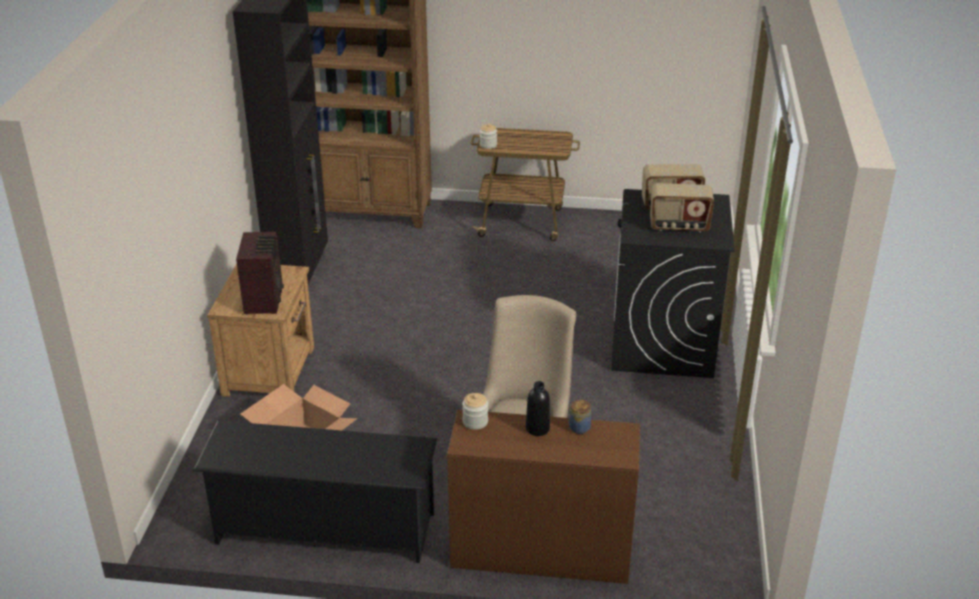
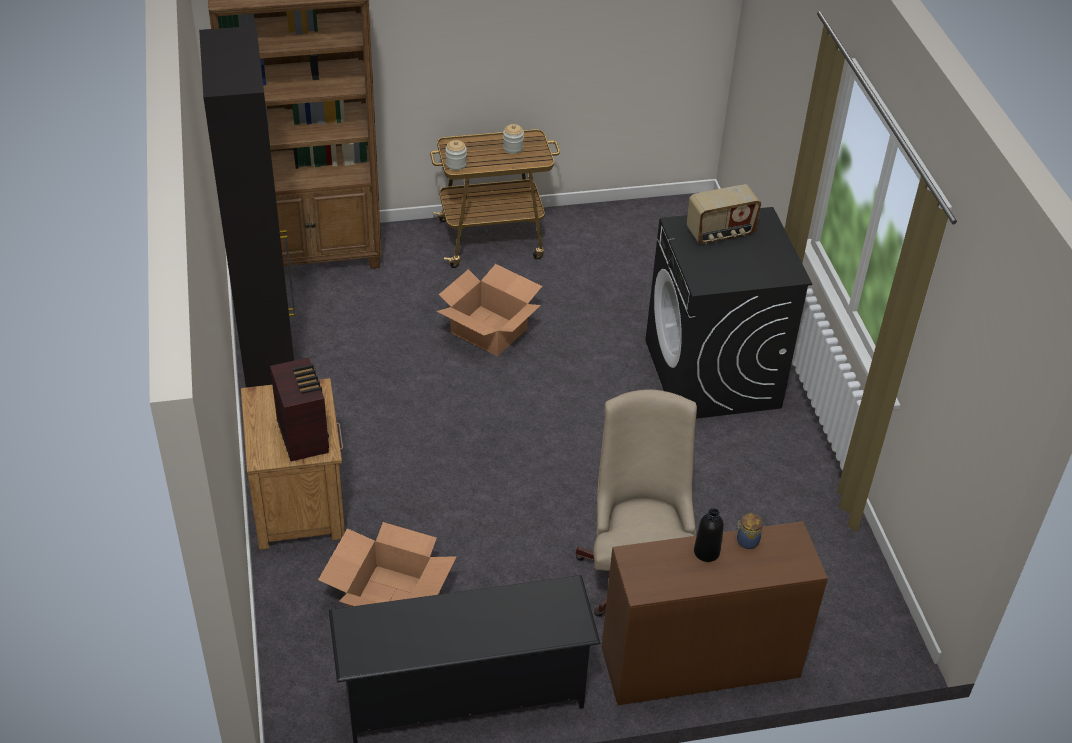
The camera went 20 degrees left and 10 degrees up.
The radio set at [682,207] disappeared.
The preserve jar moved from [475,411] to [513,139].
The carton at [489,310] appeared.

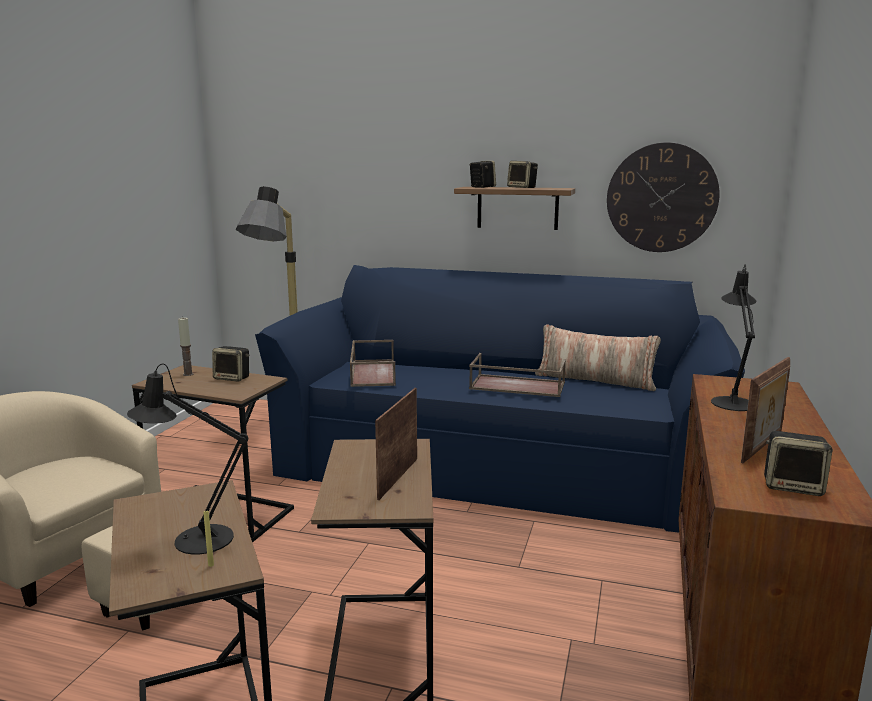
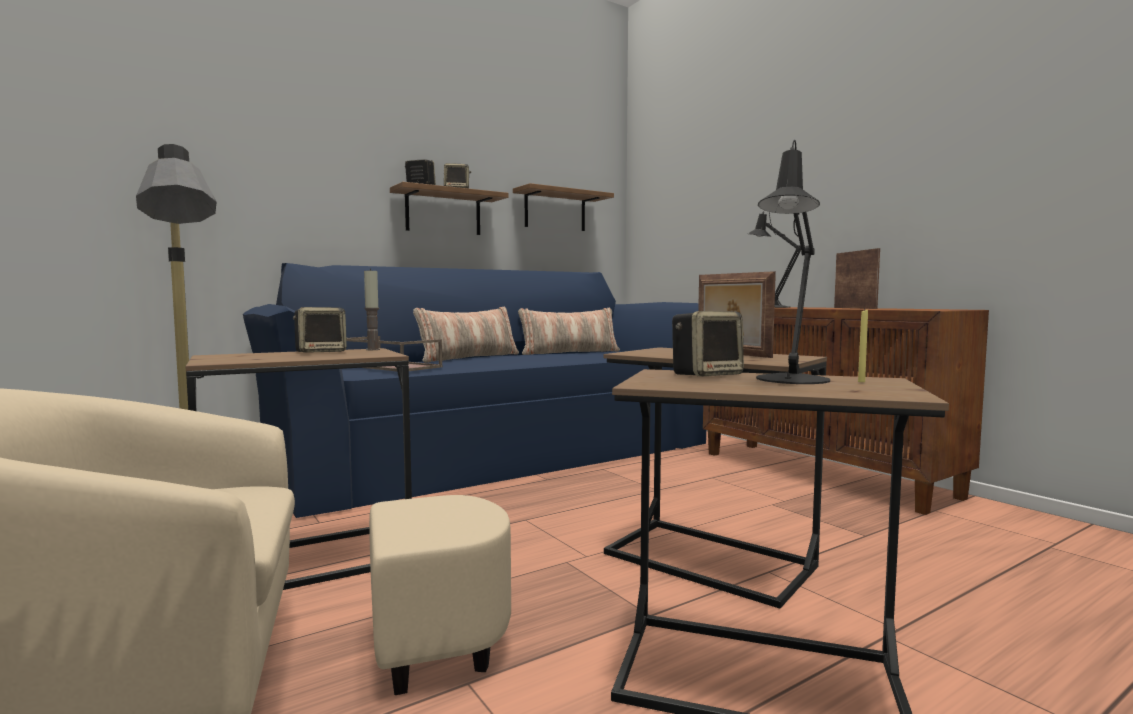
The camera went 50 degrees left and 10 degrees down.
The hanging clock at [663,197] was replaced by the bracket shelf at [563,207].
The wax candle moved from [186,347] to [372,309].
The brown-coloured serving tray at [517,375] disappeared.
The loudspeaker moved from [798,463] to [708,343].
The cushion at [466,335] appeared.

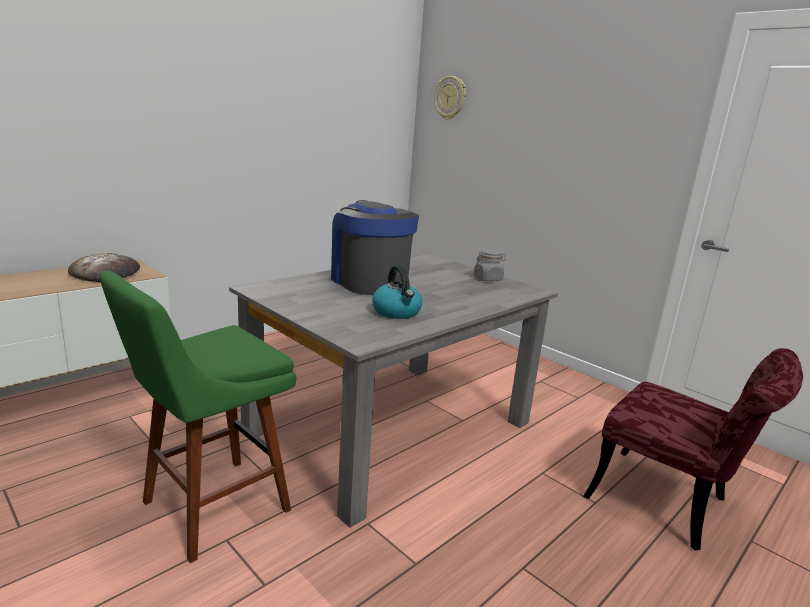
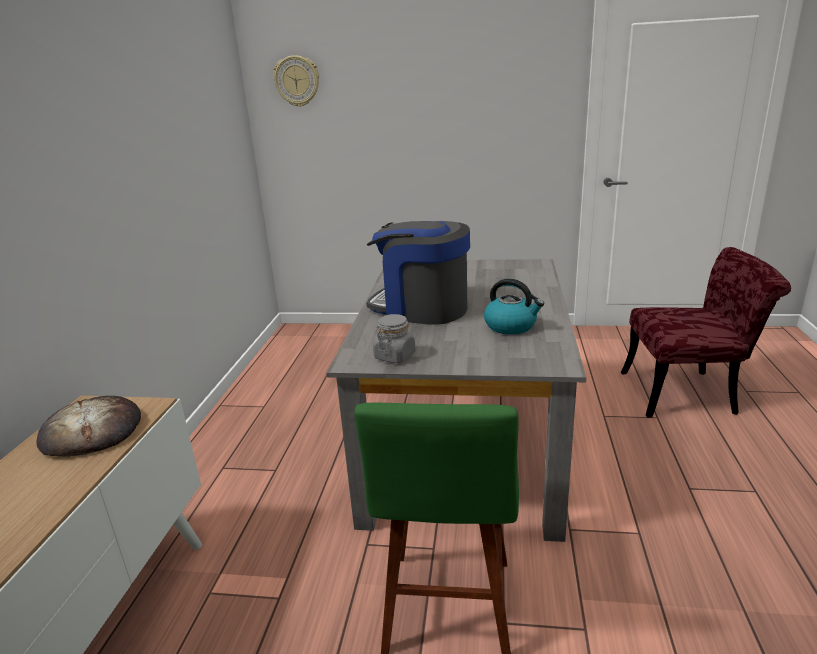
The camera went 35 degrees left and 5 degrees up.
The gray preserve jar moved from [490,265] to [394,338].

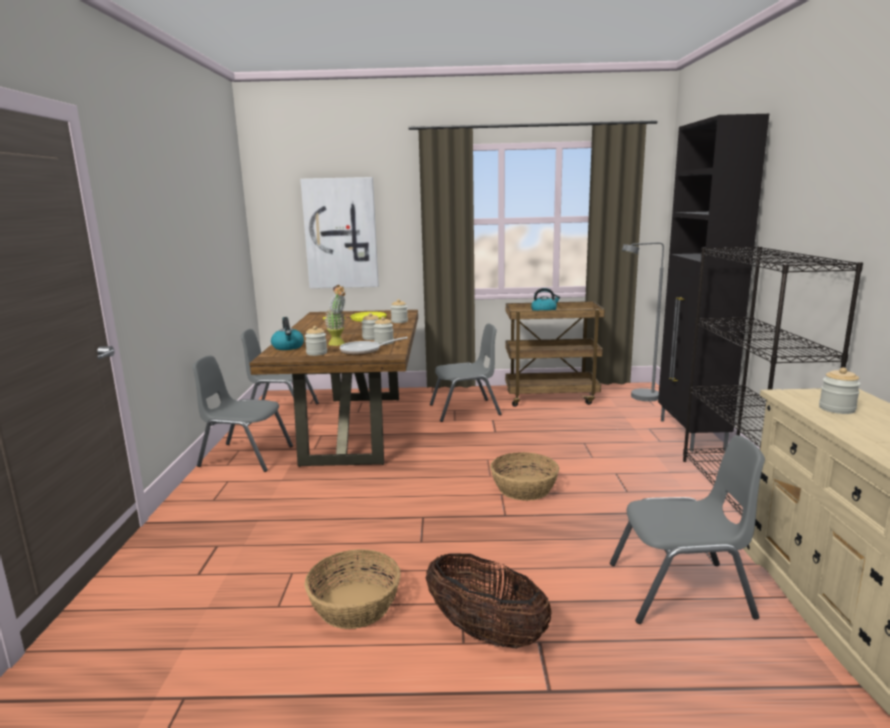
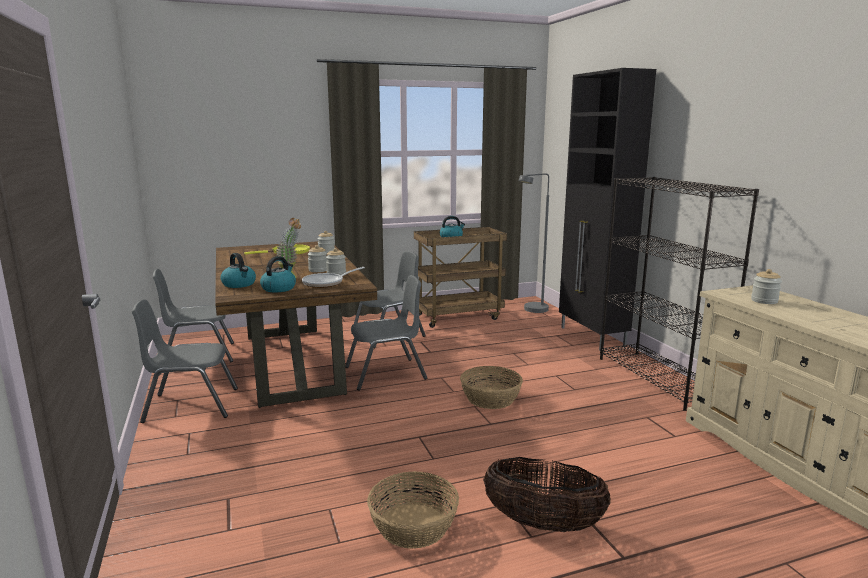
The camera went 20 degrees left and 0 degrees up.
The wall art at [339,232] disappeared.
The preserve jar at [316,341] was replaced by the kettle at [278,274].
The gray plain chair moved from [687,529] to [386,332].

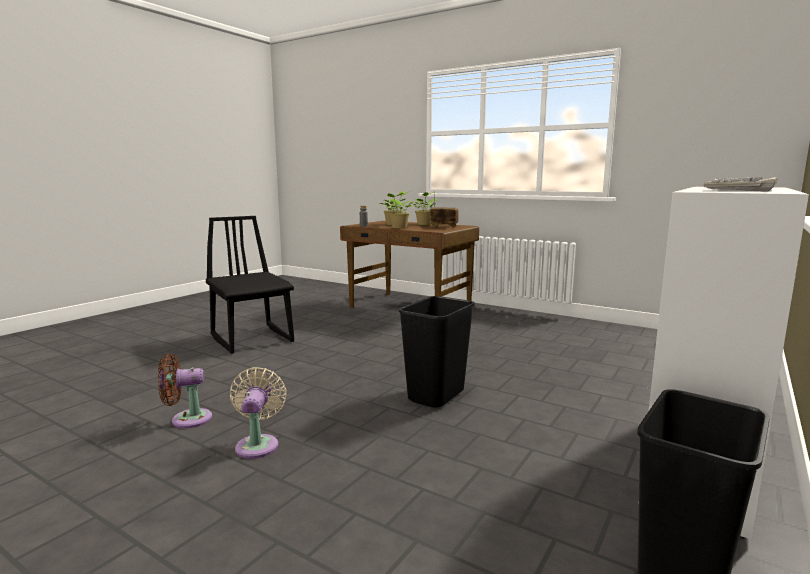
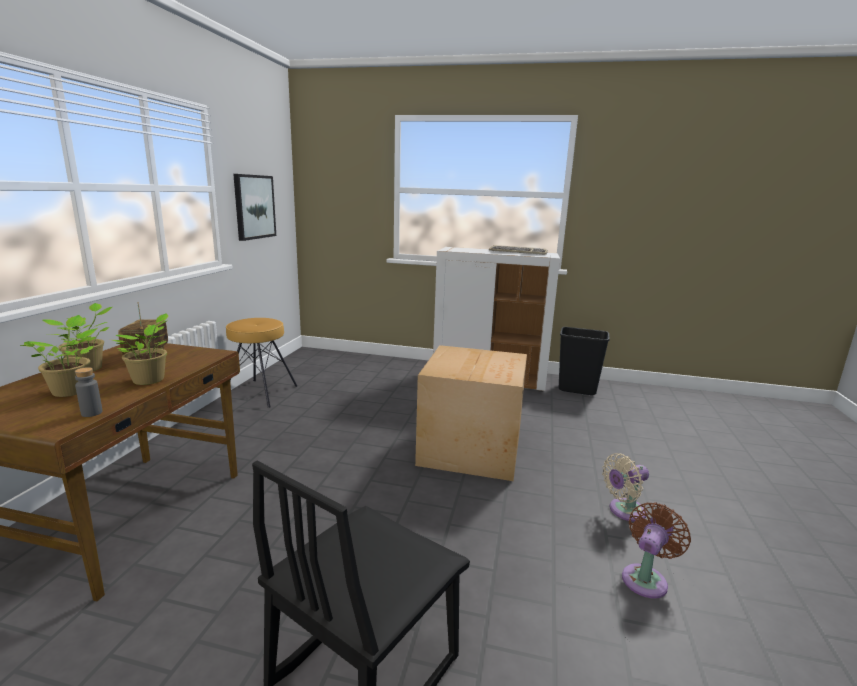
The camera went 110 degrees left and 5 degrees up.
The black-coloured rubbish bin at [436,352] was replaced by the carton at [471,413].
The brown-coloured electric fan at [185,391] turned 105 degrees counterclockwise.
The wall art at [254,207] appeared.
The brown-coloured stool seat at [261,363] appeared.

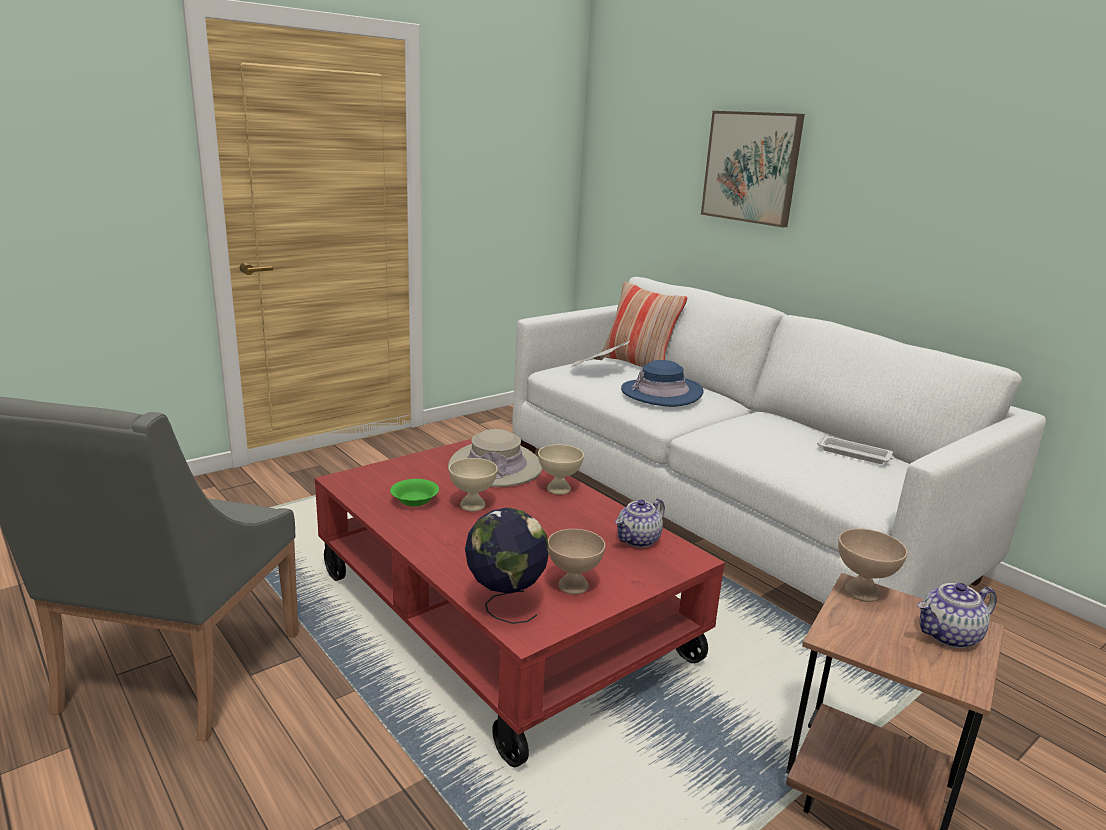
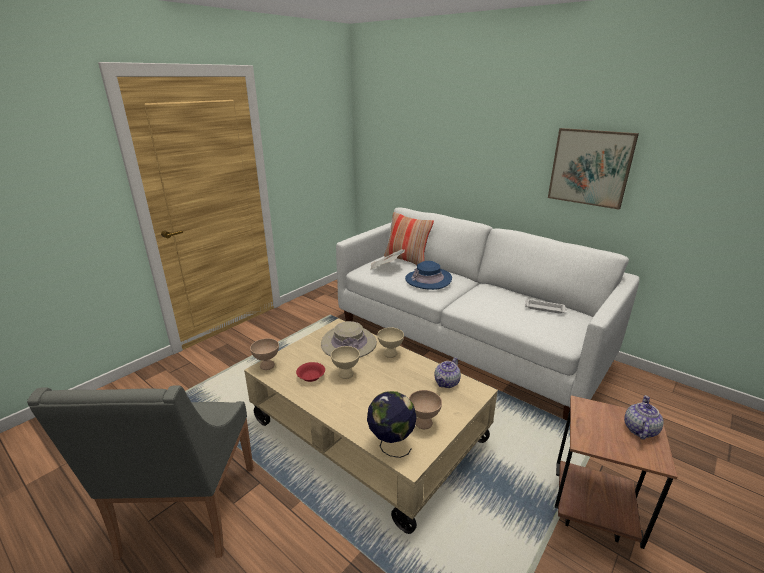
The camera went 10 degrees left and 5 degrees up.
The wall art moved from [753,169] to [593,168].
The red lounge table at [520,603] became the beige-coloured lounge table at [371,426].
The green-coloured serving bowl at [414,493] became the red serving bowl at [310,372].
The beige-coloured serving bowl moved from [873,565] to [264,354].
The tea pot at [957,615] turned 150 degrees clockwise.

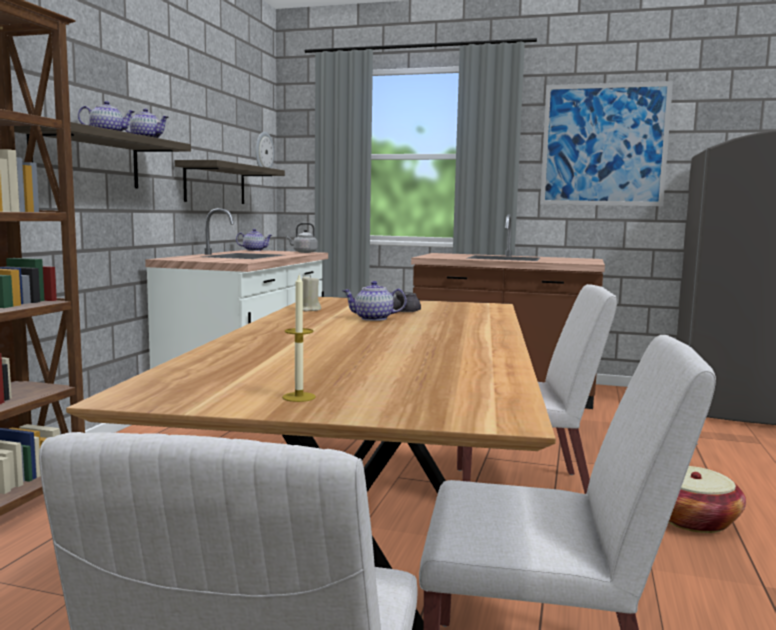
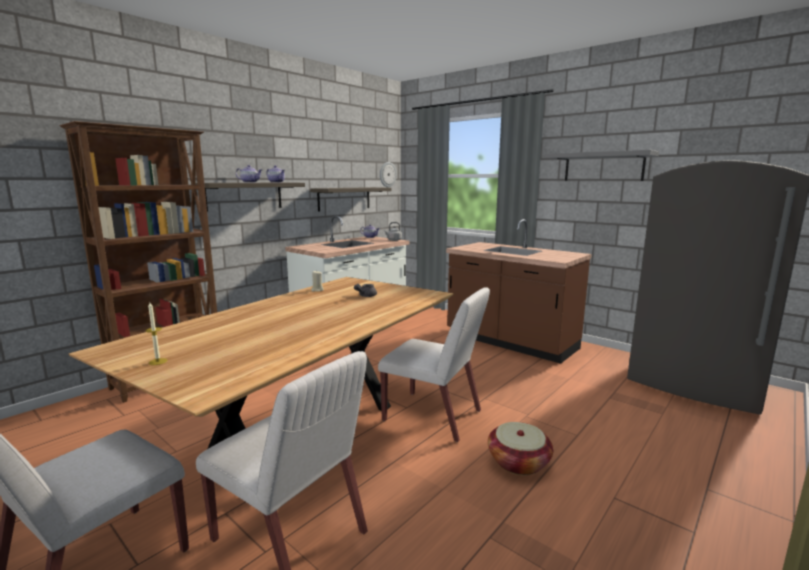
The camera went 25 degrees right and 5 degrees up.
The wall art at [606,143] was replaced by the gray bracket shelf at [602,165].
The tea pot at [374,301] disappeared.

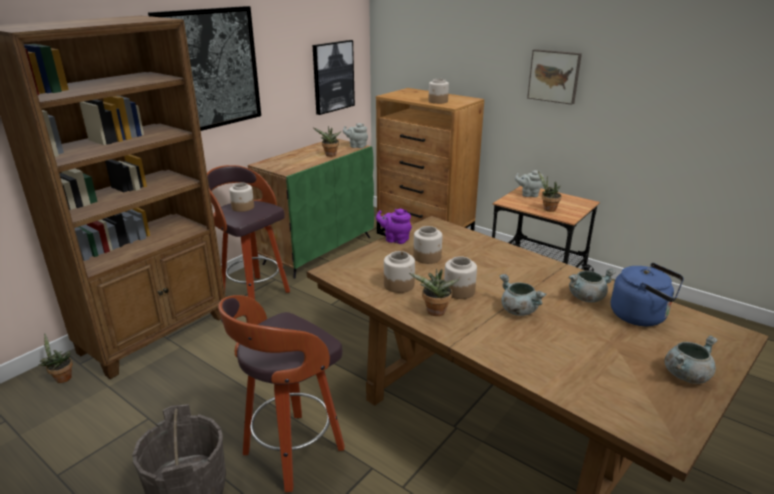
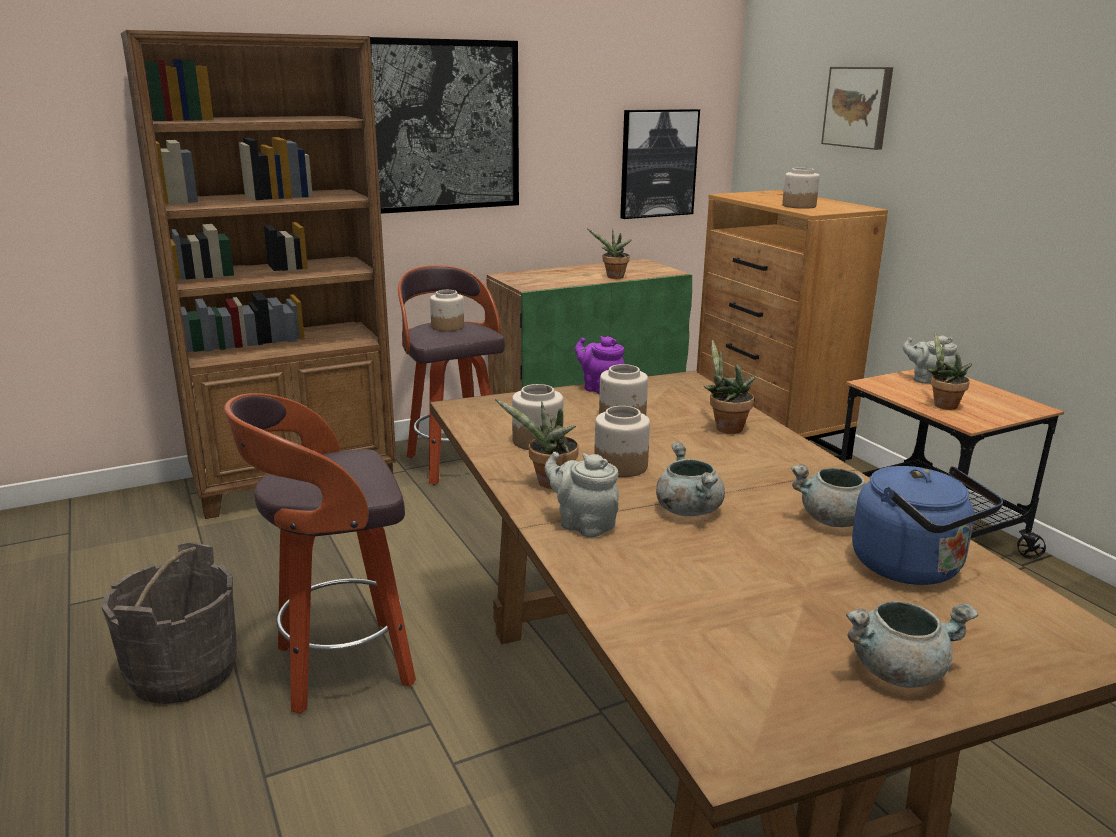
The camera went 25 degrees right and 5 degrees down.
The wall art moved from [554,77] to [857,108].
The gray tea pot moved from [355,135] to [581,495].
The houseplant moved from [56,358] to [729,387].

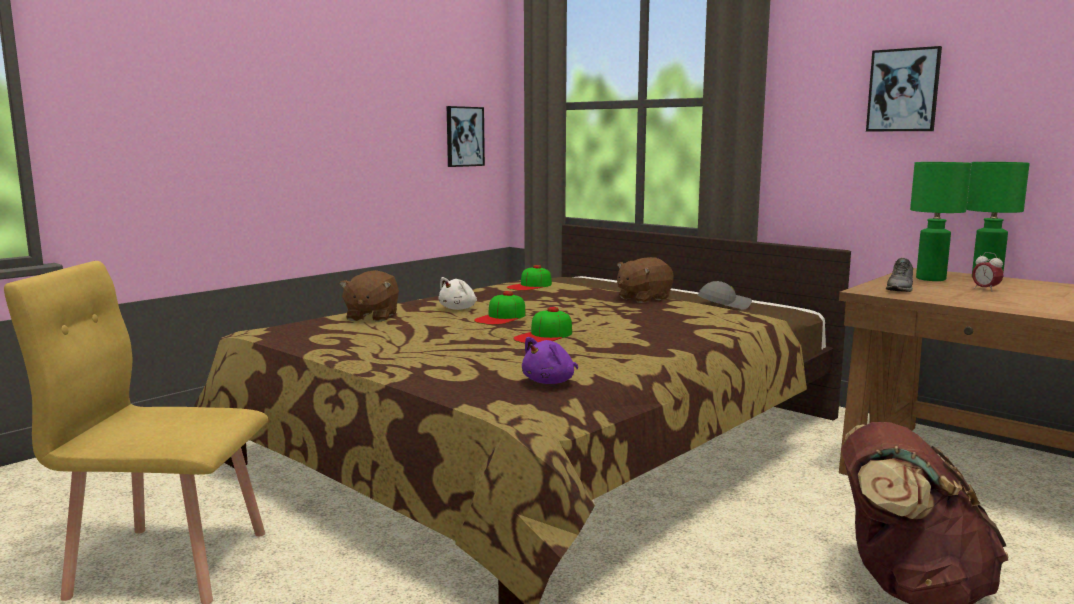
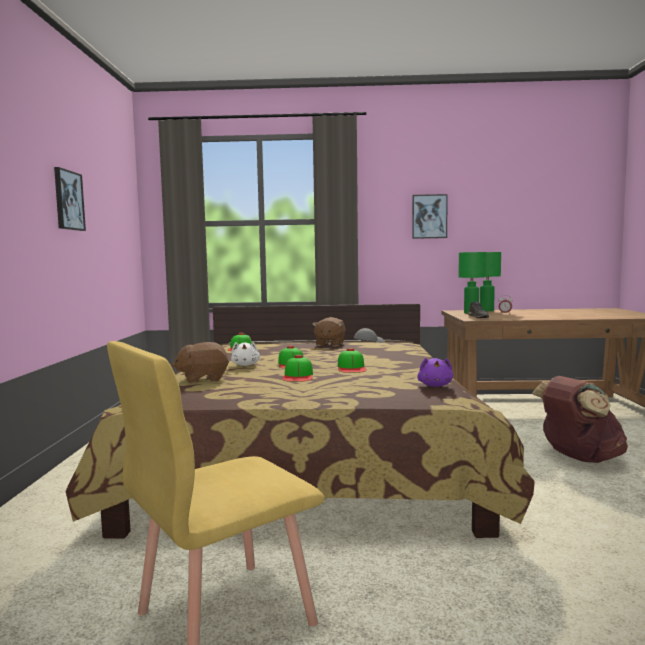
The camera went 40 degrees left and 5 degrees down.
The wall art moved from [466,136] to [70,199].
The brown-coloured plush toy at [369,296] turned 105 degrees clockwise.
The cap at [297,368] appeared.

